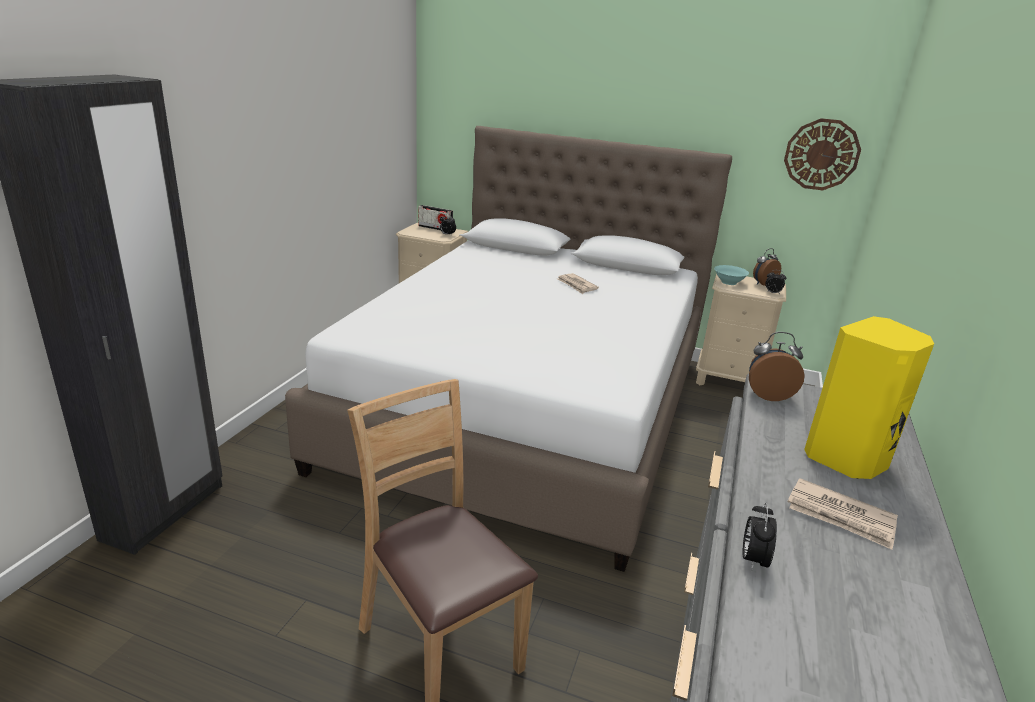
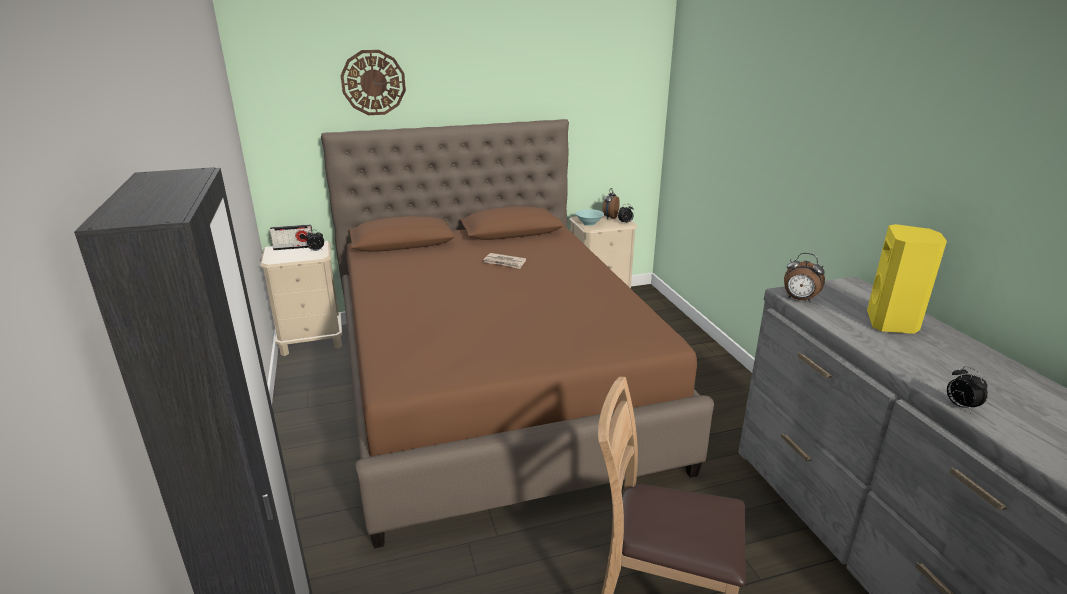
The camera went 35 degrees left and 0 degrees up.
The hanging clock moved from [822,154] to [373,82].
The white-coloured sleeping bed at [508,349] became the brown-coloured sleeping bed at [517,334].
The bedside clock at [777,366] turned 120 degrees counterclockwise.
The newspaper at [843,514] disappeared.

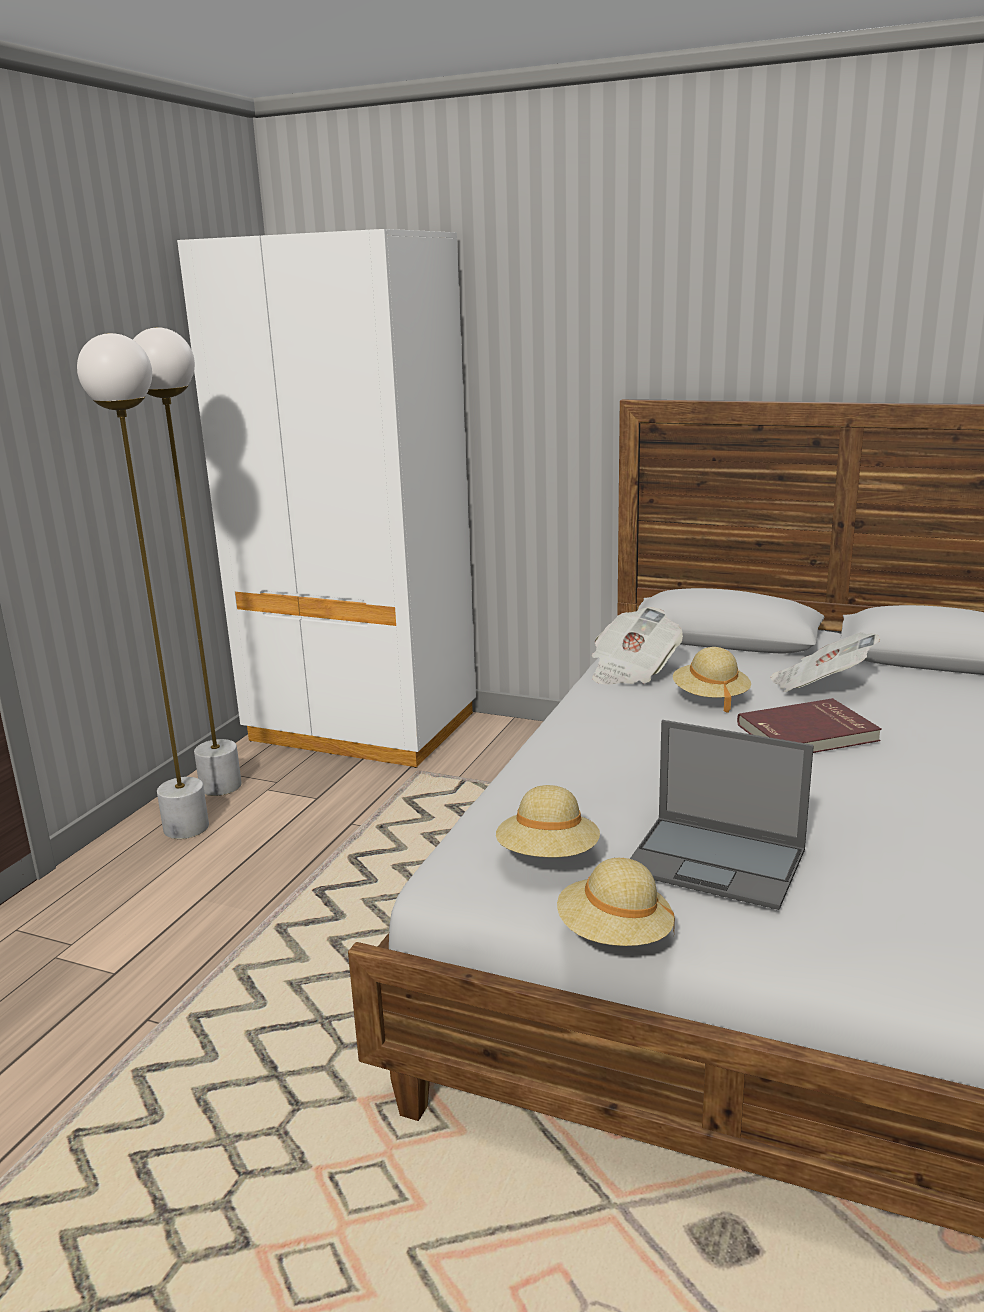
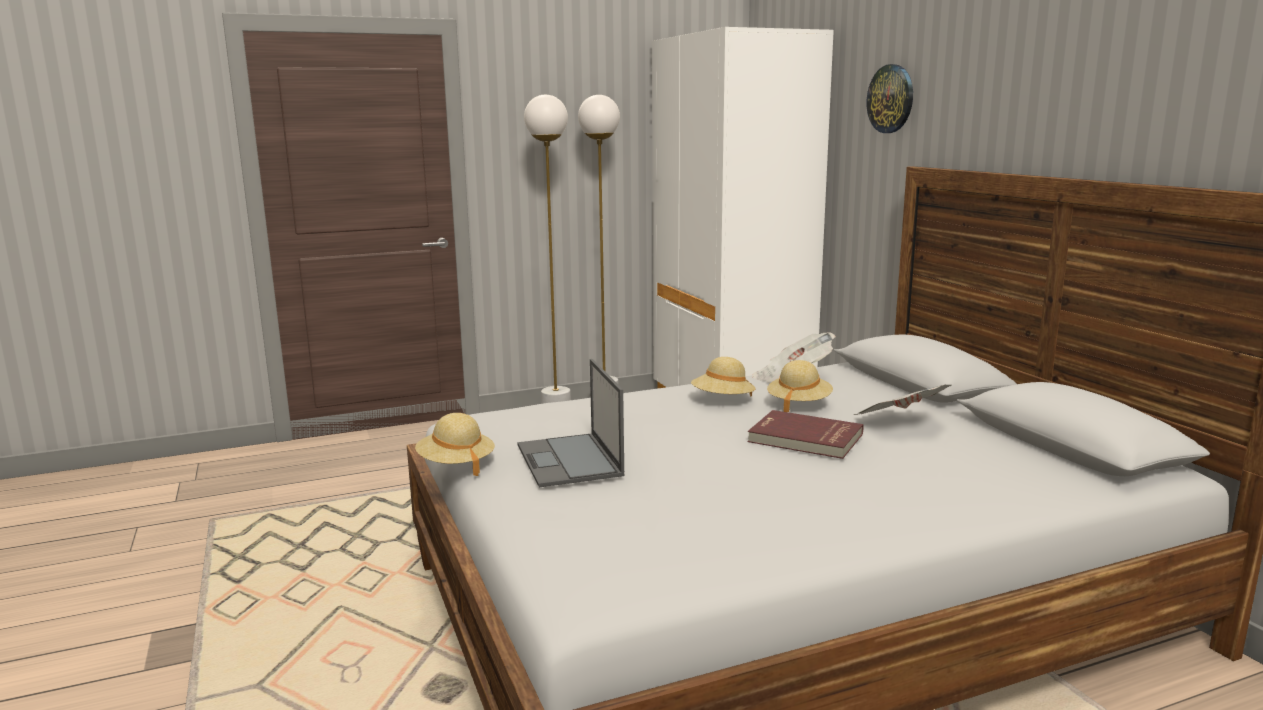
The camera went 45 degrees right and 5 degrees down.
The beige-coloured wearable hat moved from [548,821] to [723,377].
The hanging clock at [890,98] appeared.

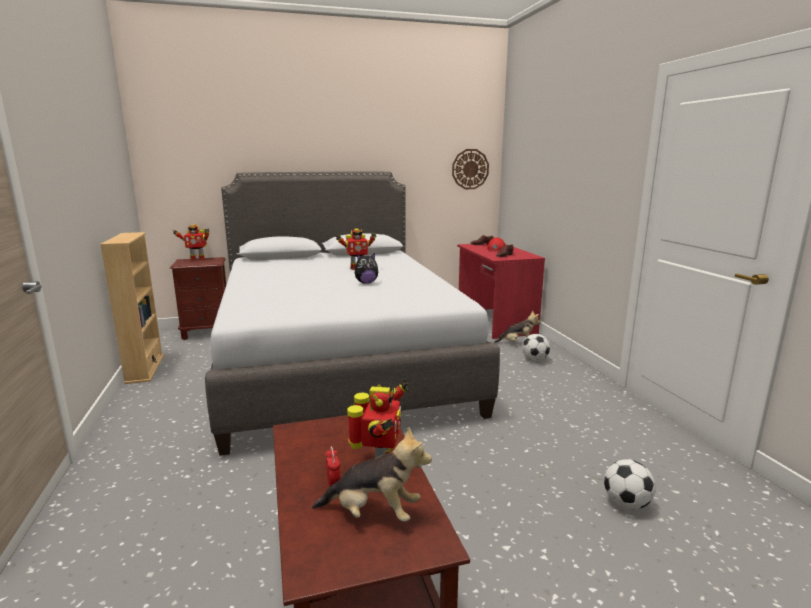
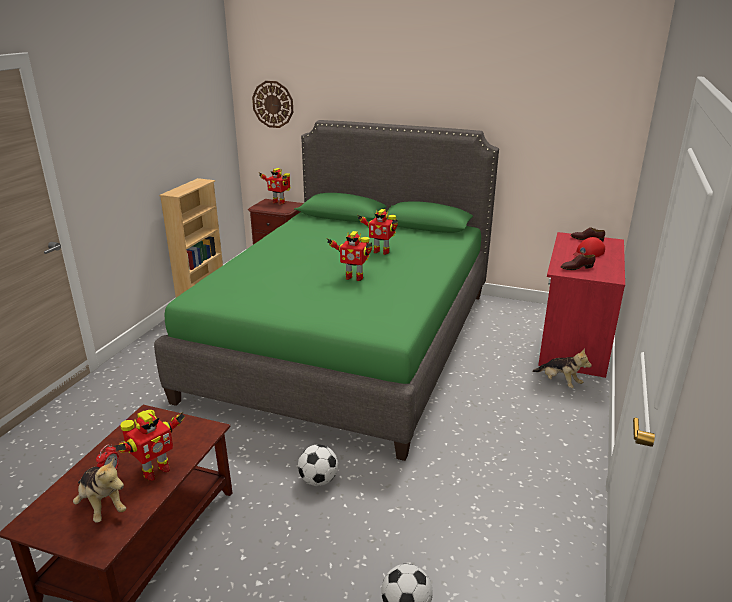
The camera went 35 degrees right and 10 degrees up.
The hanging clock moved from [470,169] to [272,104].
The gray sleeping bed at [352,313] became the green-coloured sleeping bed at [326,290].
The plush toy at [366,268] was replaced by the toy robot at [349,256].
The football moved from [536,347] to [318,465].

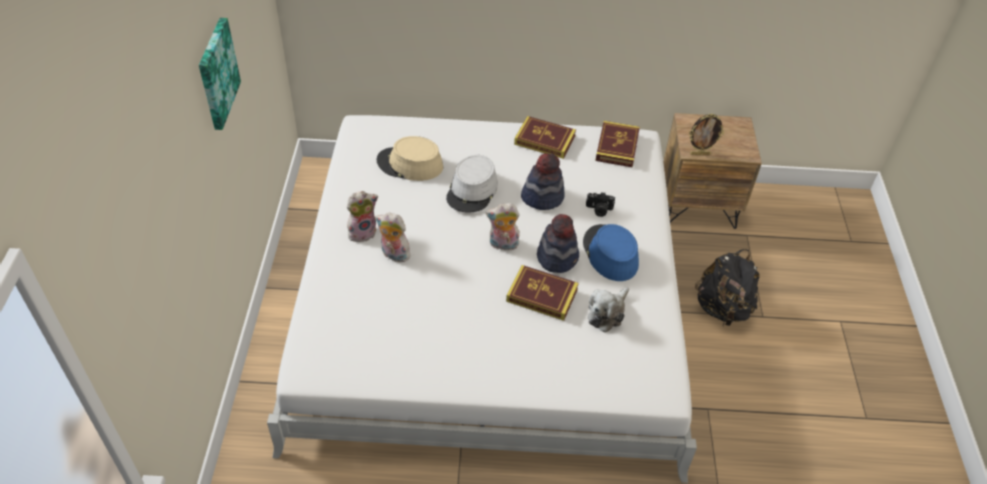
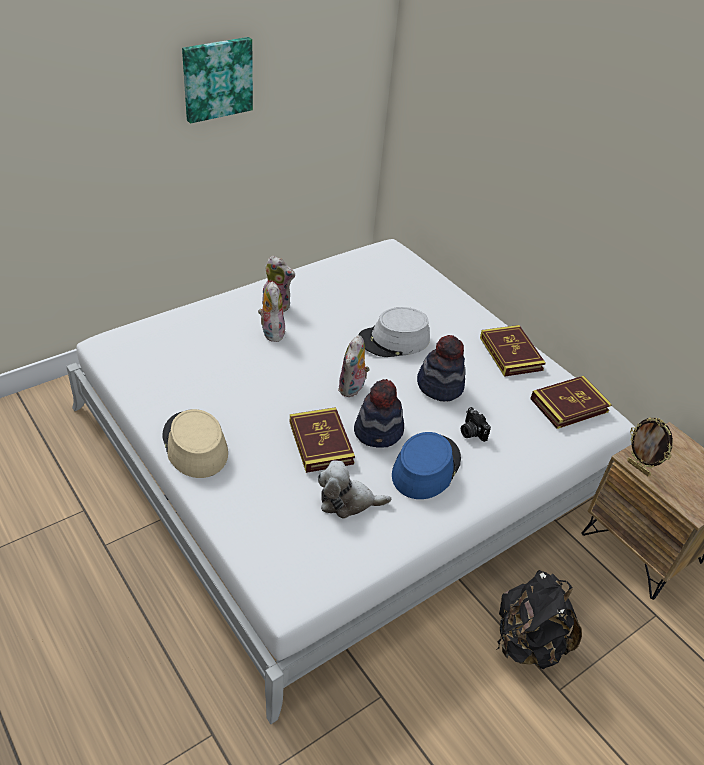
The camera went 50 degrees right and 5 degrees down.
The beige-coloured wearable hat moved from [410,158] to [195,443].
The plush toy at [503,227] turned 120 degrees counterclockwise.

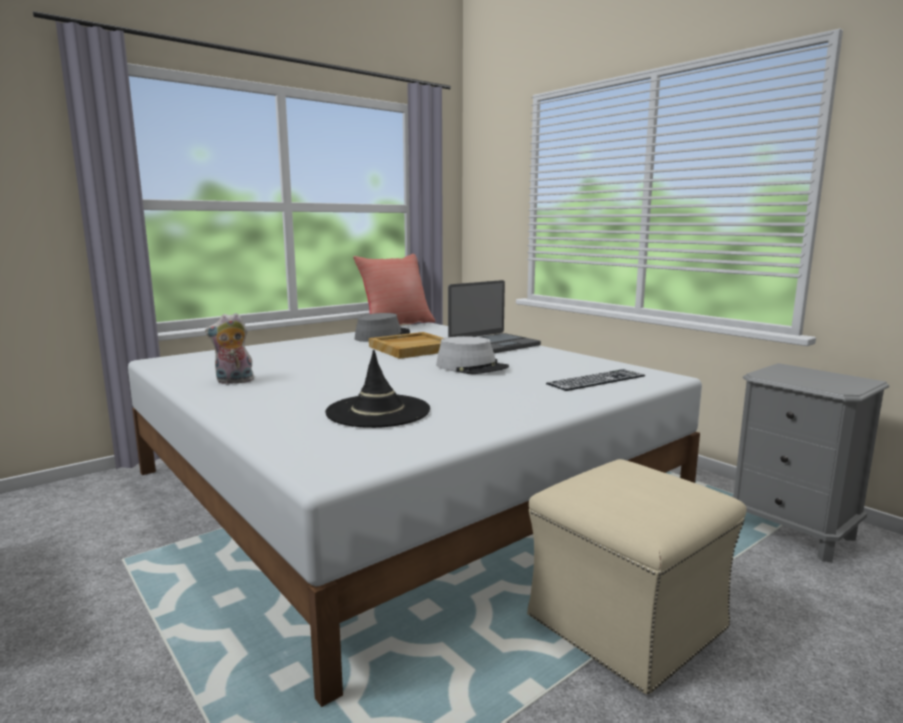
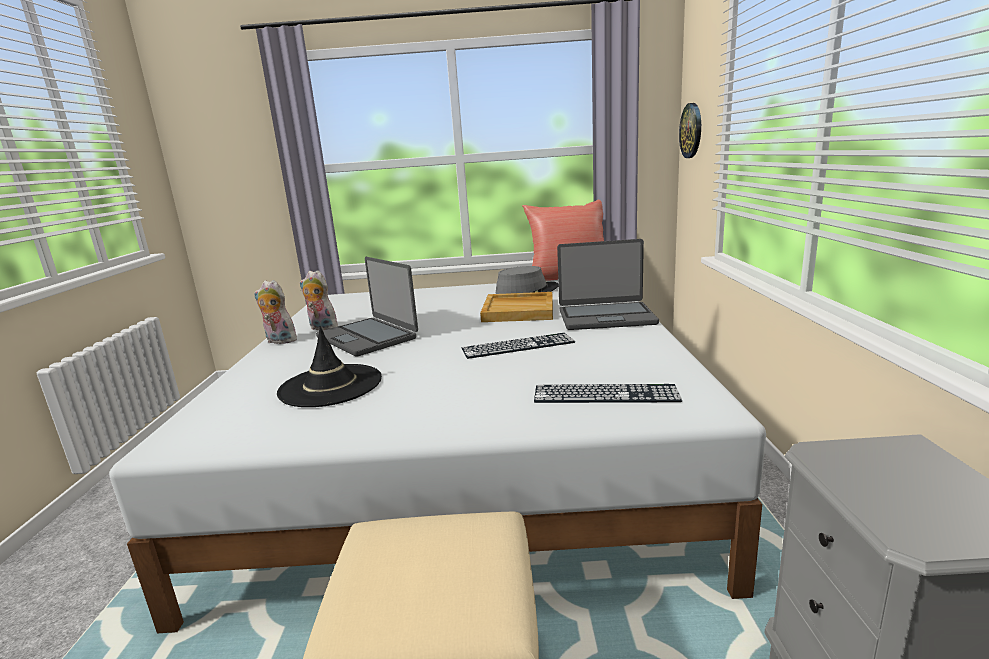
The camera went 40 degrees right and 5 degrees up.
The gray wearable hat at [472,355] was replaced by the computer keyboard at [518,346].
The hanging clock at [690,130] appeared.
The laptop at [367,307] appeared.
The plush toy at [275,312] appeared.

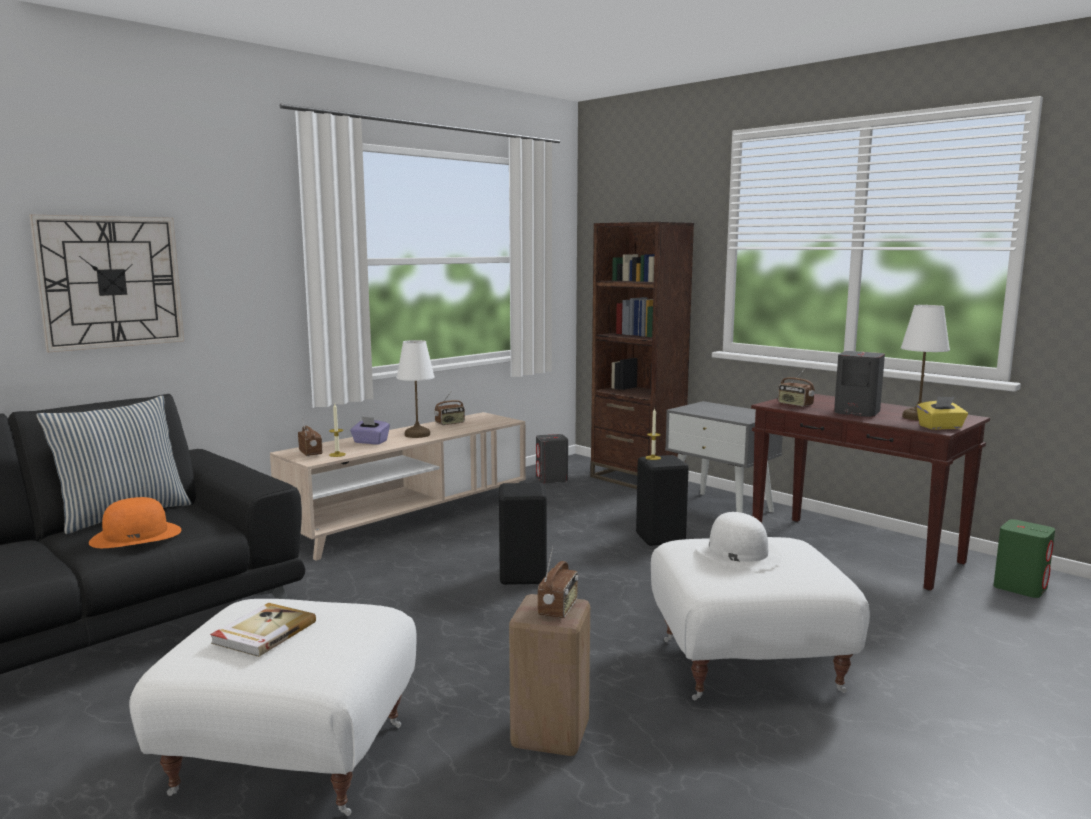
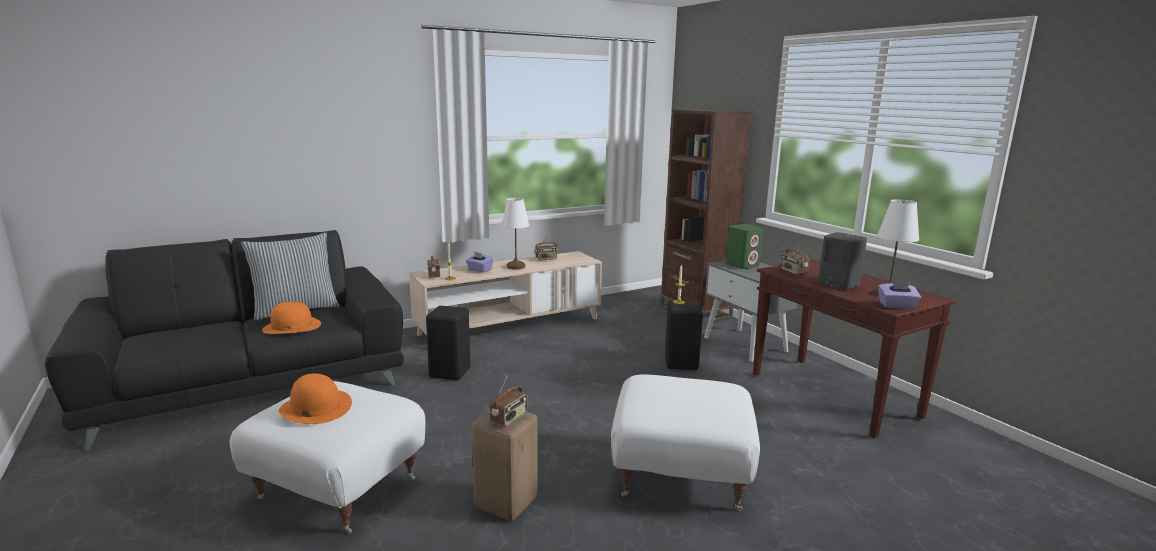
The camera went 15 degrees right and 5 degrees up.
The hanging clock at [106,283] disappeared.
The yellow-coloured tissue box at [942,413] became the purplish tissue box at [899,295].
The gray loudspeaker at [552,458] disappeared.
The black-coloured stool seat moved from [523,534] to [448,343].
The white-coloured wearable hat at [739,541] disappeared.
The green-coloured loudspeaker moved from [1024,558] to [744,246].
The volume at [263,630] was replaced by the orange wearable hat at [315,398].

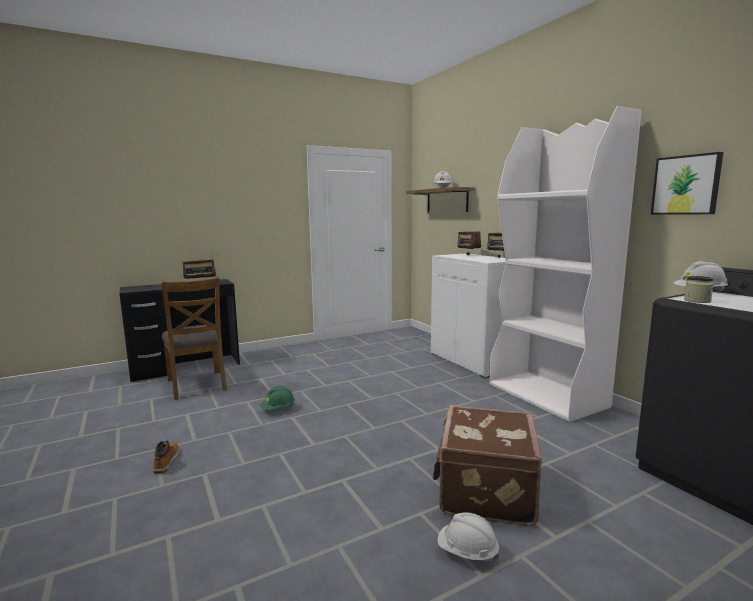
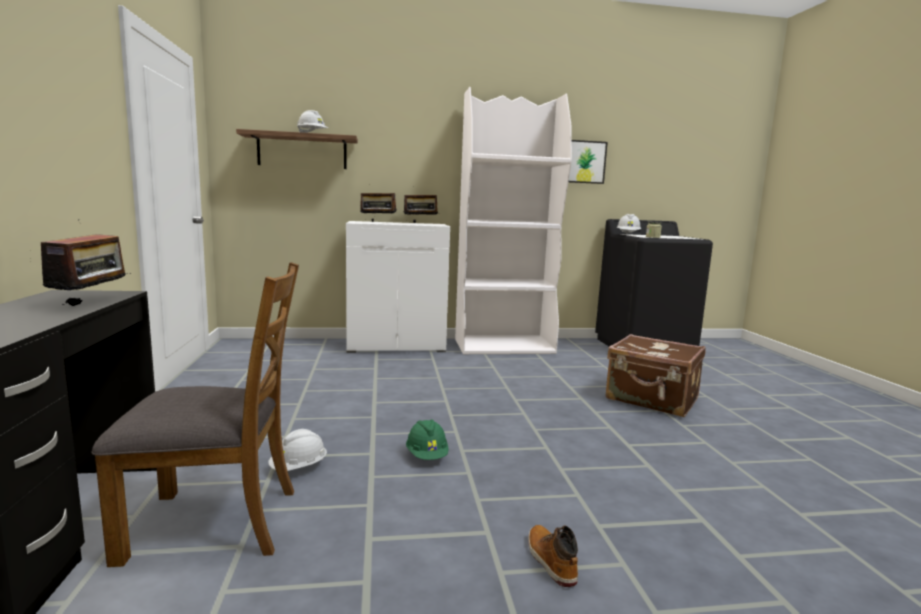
The camera went 70 degrees left and 0 degrees up.
The tall boot at [166,457] turned 60 degrees clockwise.
The white-coloured safety helmet moved from [469,536] to [297,450].

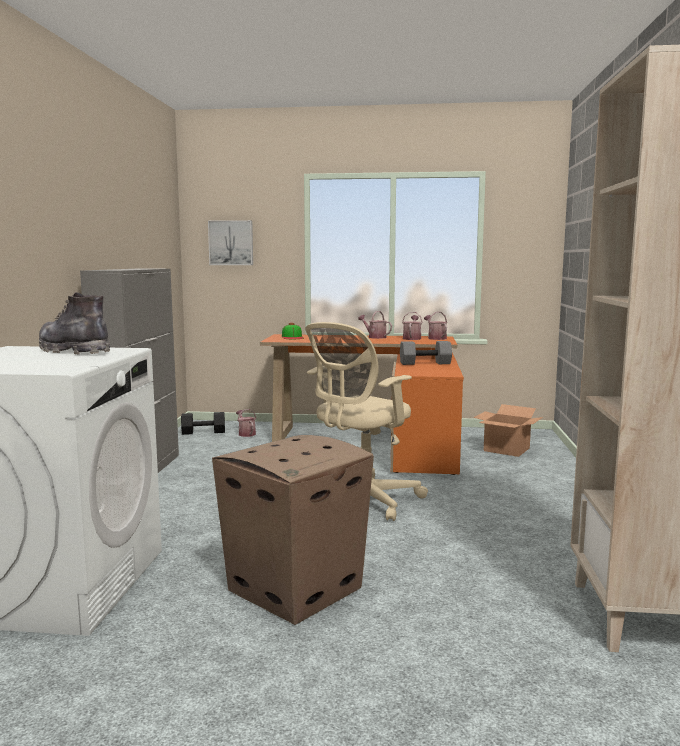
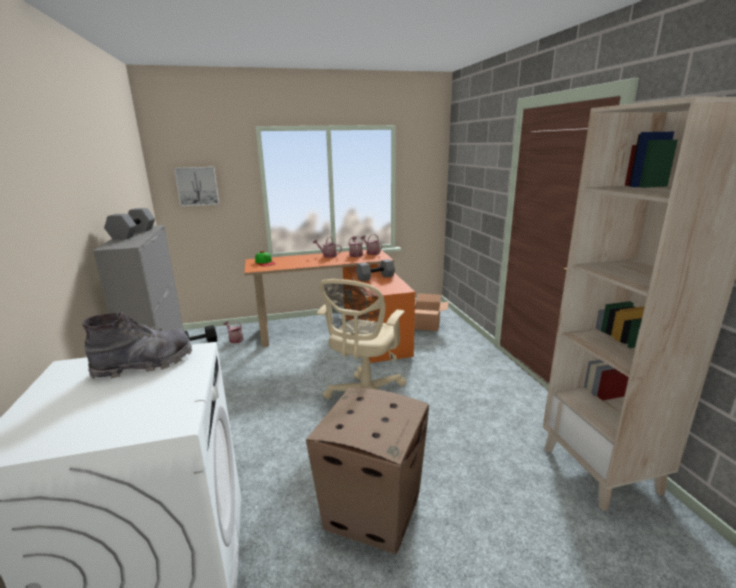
The camera went 20 degrees left and 10 degrees up.
The gray tall boot at [74,323] turned 135 degrees clockwise.
The gray dumbbell at [129,224] appeared.

